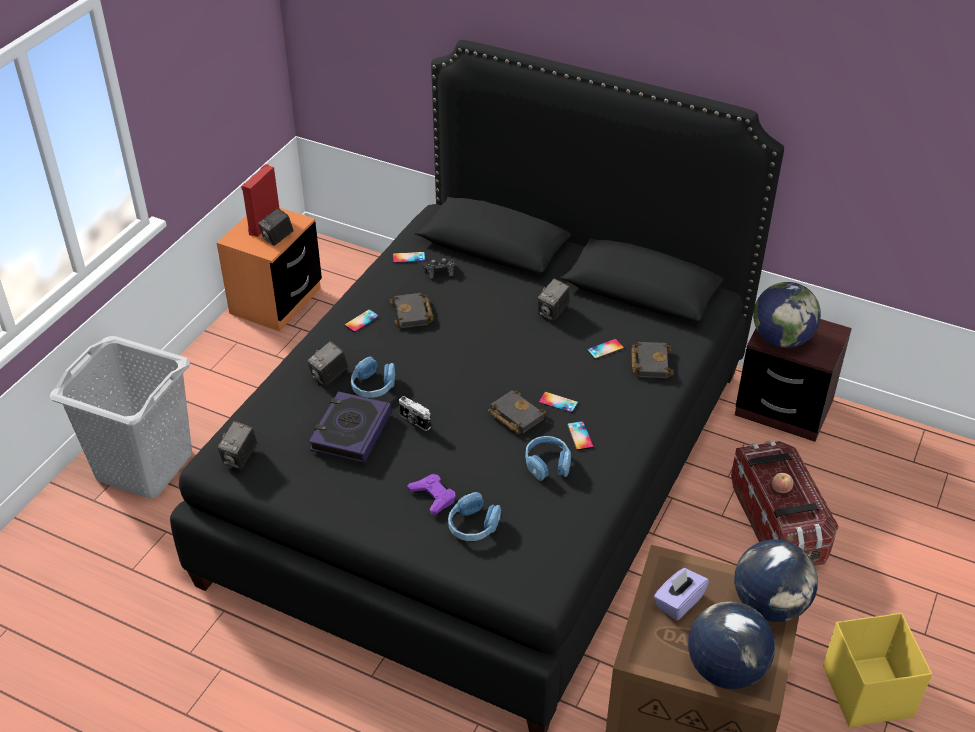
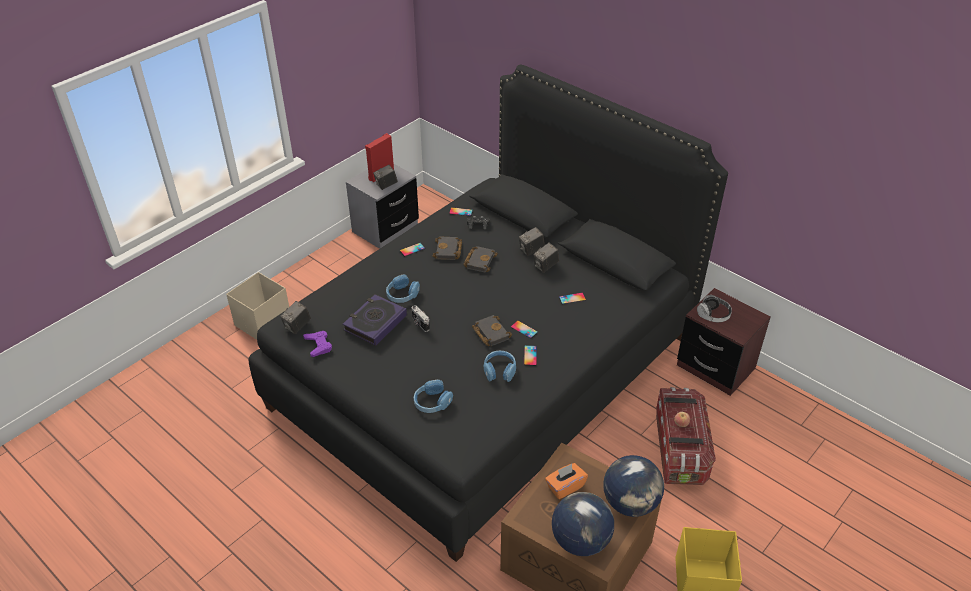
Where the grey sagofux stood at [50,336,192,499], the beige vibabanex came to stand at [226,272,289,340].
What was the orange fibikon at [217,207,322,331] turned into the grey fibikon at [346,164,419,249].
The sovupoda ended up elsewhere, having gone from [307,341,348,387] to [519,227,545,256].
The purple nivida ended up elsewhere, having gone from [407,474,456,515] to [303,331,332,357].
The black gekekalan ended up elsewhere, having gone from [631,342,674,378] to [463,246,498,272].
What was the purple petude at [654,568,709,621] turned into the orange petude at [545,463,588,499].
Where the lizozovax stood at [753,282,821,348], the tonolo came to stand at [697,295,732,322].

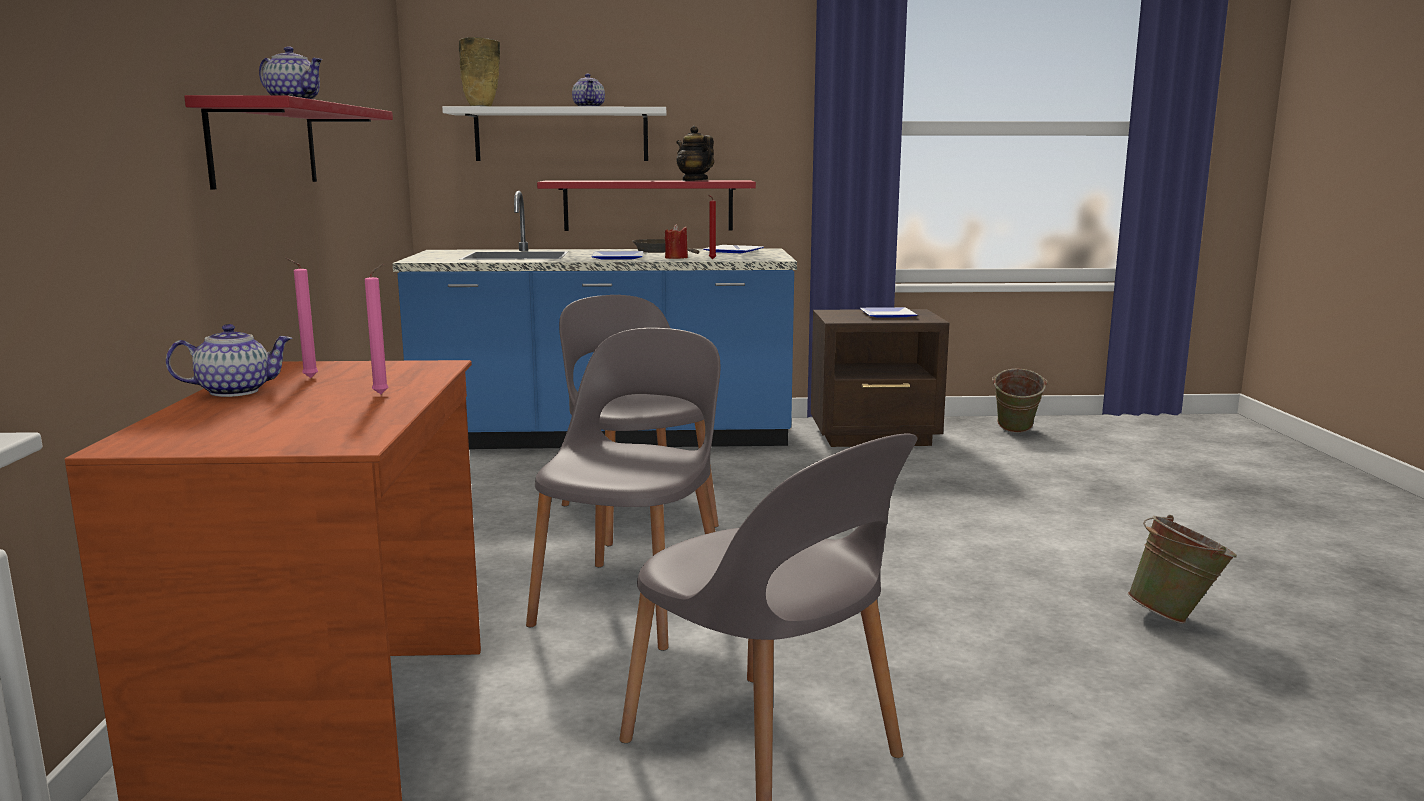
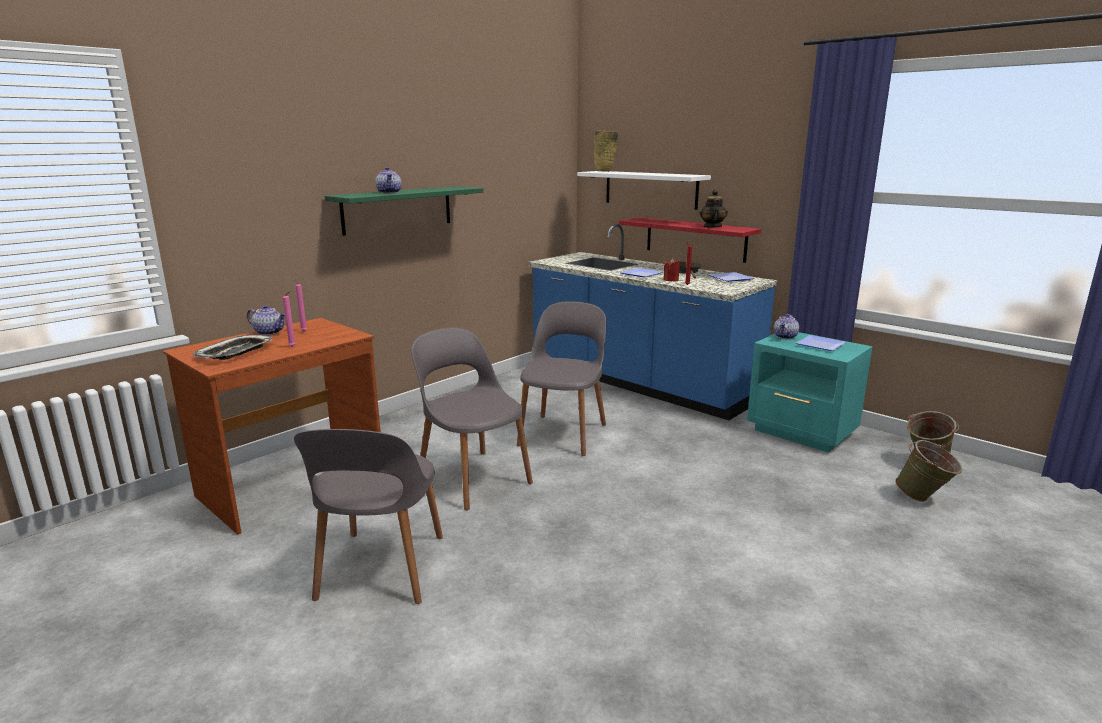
What was the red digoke at [184,95,393,190] turned into the green digoke at [325,186,484,236].
The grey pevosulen at [526,328,721,651] ended up facing another way, 105 degrees counterclockwise from before.
The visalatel ended up elsewhere, having gone from [572,74,605,107] to [774,314,799,339].
What was the brown fibikon at [811,309,949,447] turned into the turquoise fibikon at [747,332,872,453].
The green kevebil ended up elsewhere, having gone from [1127,515,1237,624] to [895,440,962,502].
The second view gained the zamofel at [193,335,273,360].

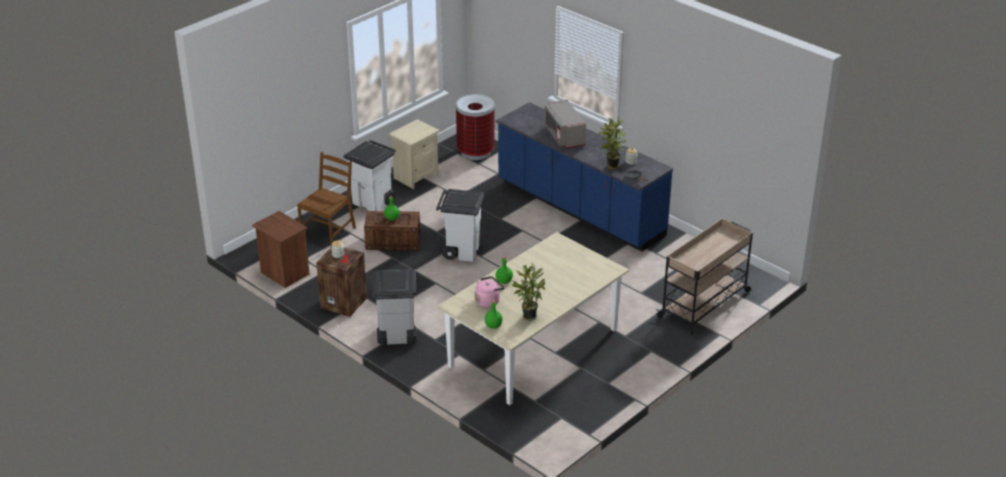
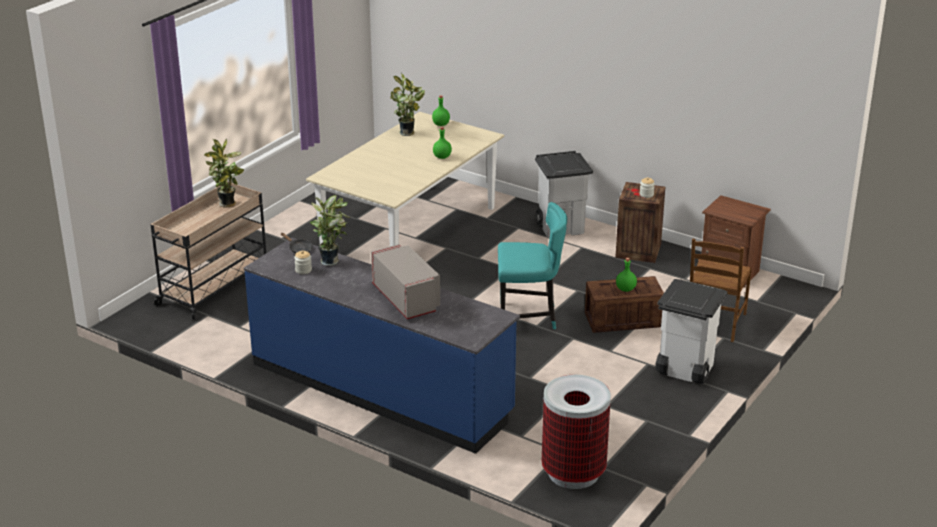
The second view lost the beige fibikon at [388,119,440,189].
Where the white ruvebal stood at [436,189,484,262], the turquoise pevosulen came to stand at [498,202,567,329].
The second view lost the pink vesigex at [475,276,505,308].
The second view gained the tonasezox at [204,139,244,208].

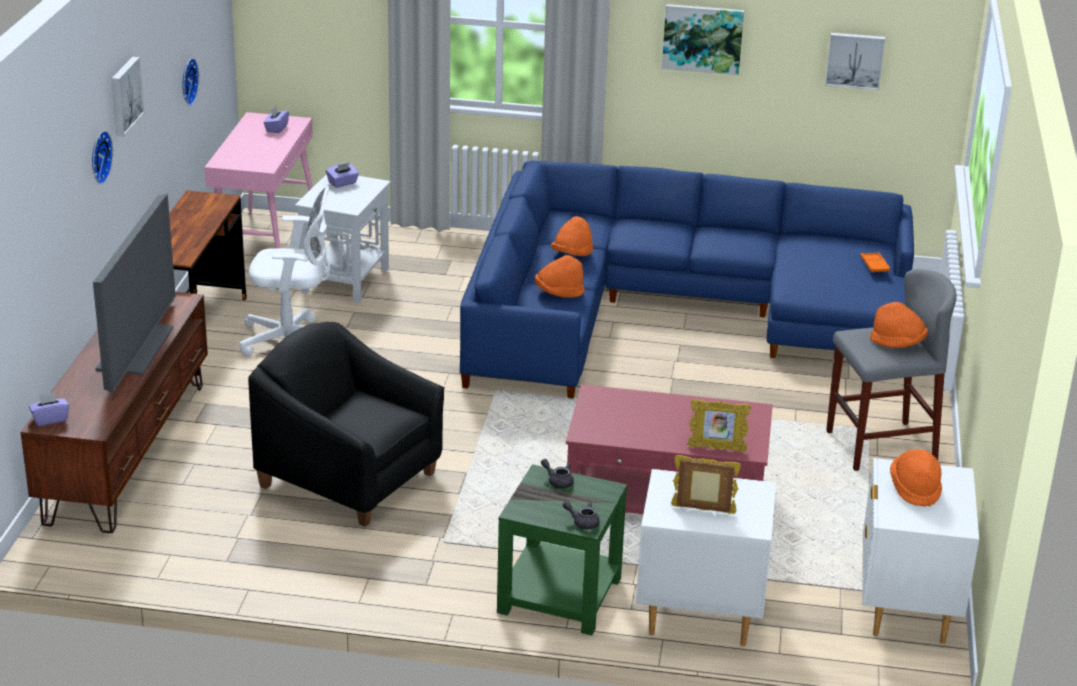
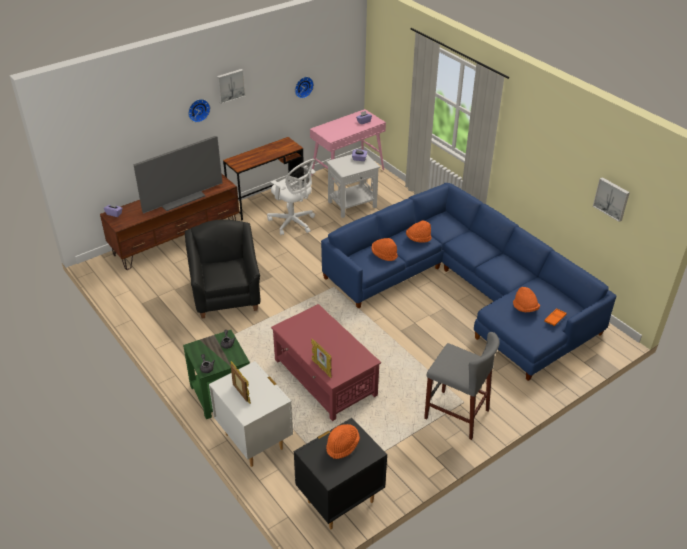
The second view lost the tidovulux at [662,4,744,75].
What was the white fibikon at [862,458,979,644] turned into the black fibikon at [294,418,387,529].
The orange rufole ended up elsewhere, having gone from [870,302,928,348] to [513,287,540,313].

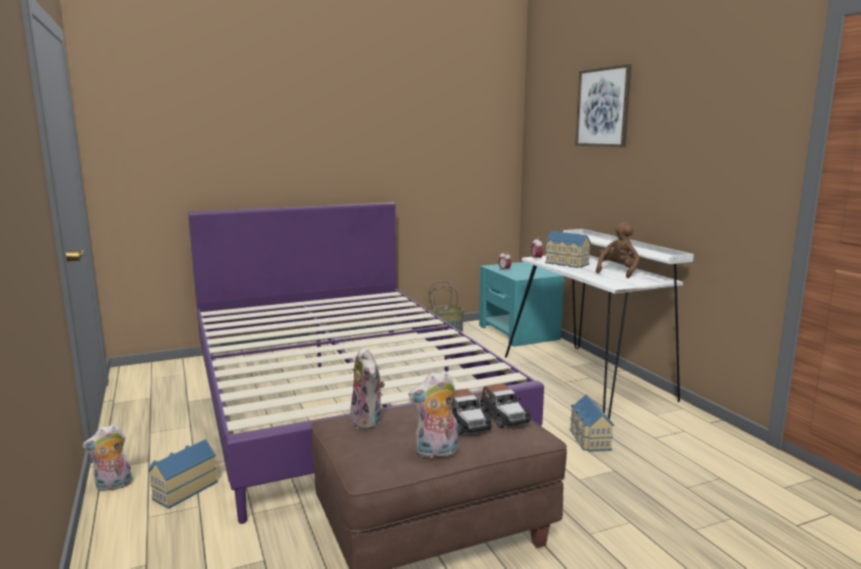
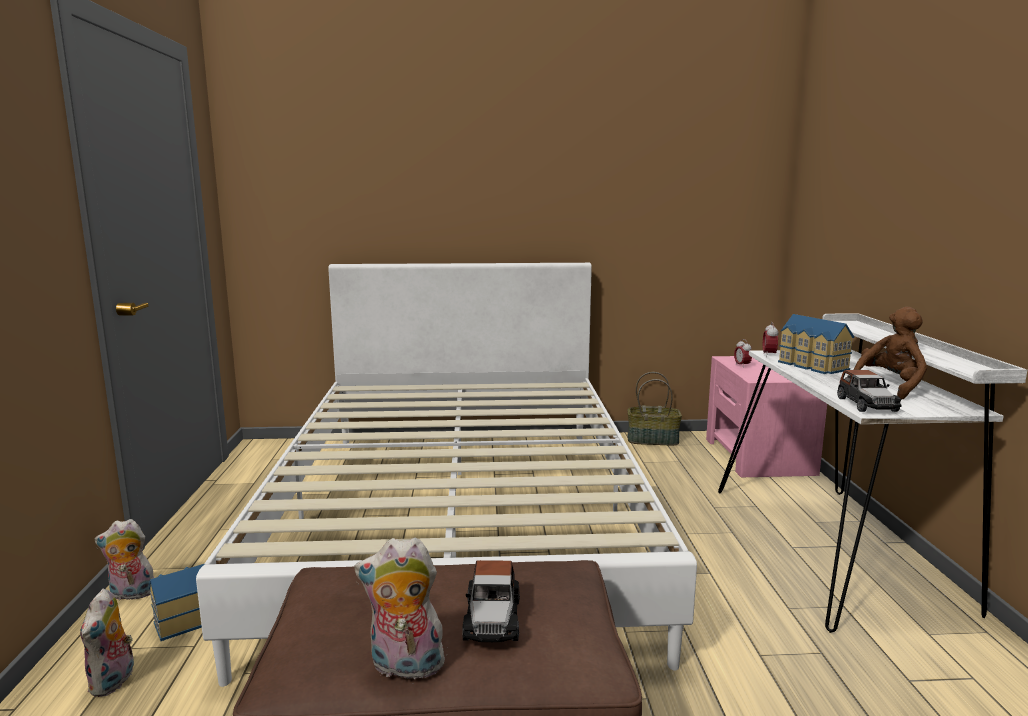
What was the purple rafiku at [188,202,544,524] turned into the white rafiku at [196,263,697,687].
The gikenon ended up elsewhere, having gone from [350,346,385,430] to [80,589,134,697].
What was the turquoise fibikon at [479,262,564,347] turned into the pink fibikon at [706,356,827,477].
The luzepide ended up elsewhere, having gone from [480,383,531,428] to [837,370,901,412].
The second view lost the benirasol at [570,394,614,452].
The second view lost the tidovulux at [575,64,632,147].

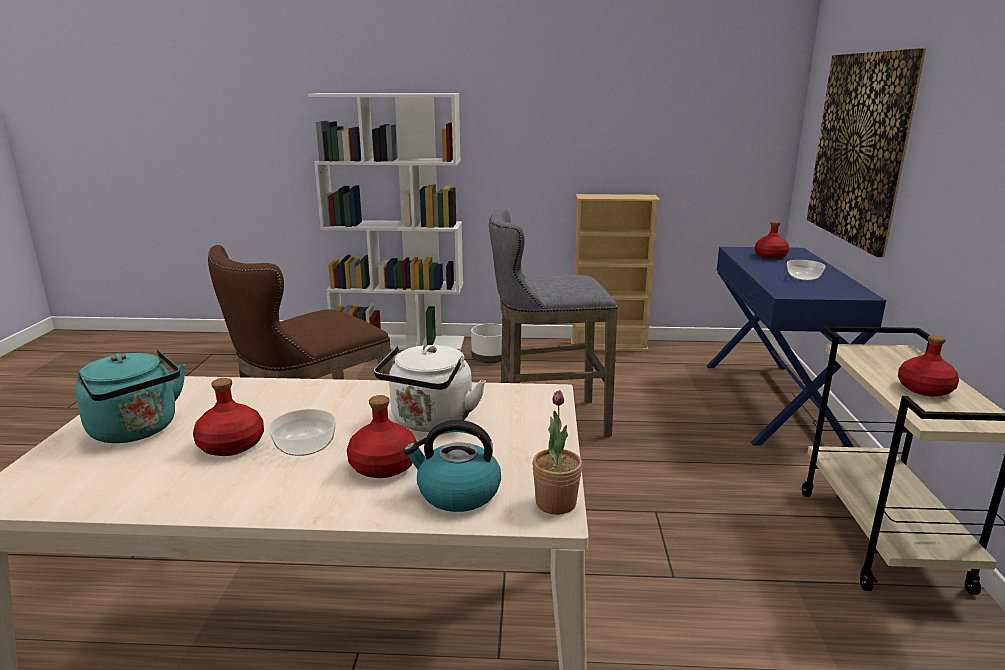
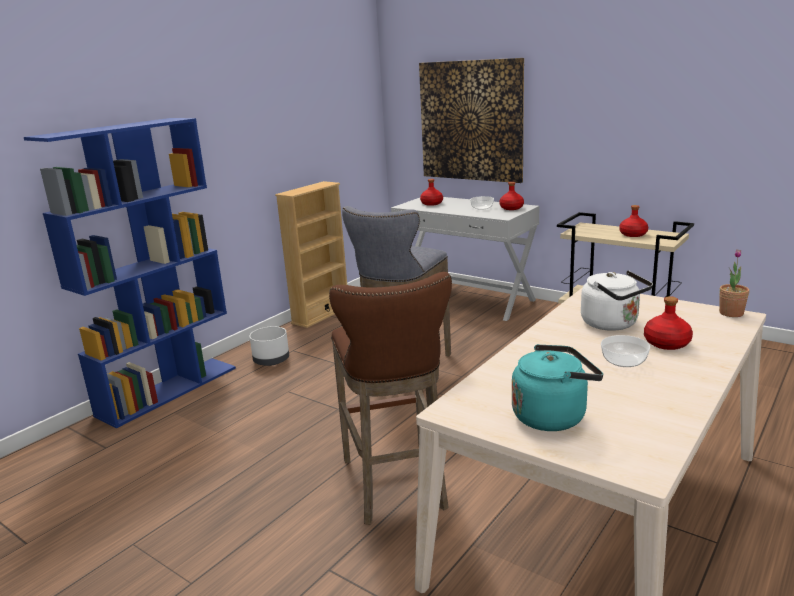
The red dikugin ended up elsewhere, having gone from [193,378,264,456] to [499,182,524,210].
What was the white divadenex at [308,93,464,351] turned into the blue divadenex at [24,118,236,428].
The second view lost the vesigex at [404,420,501,512].
What was the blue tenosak at [707,247,886,447] turned into the white tenosak at [391,197,540,321].

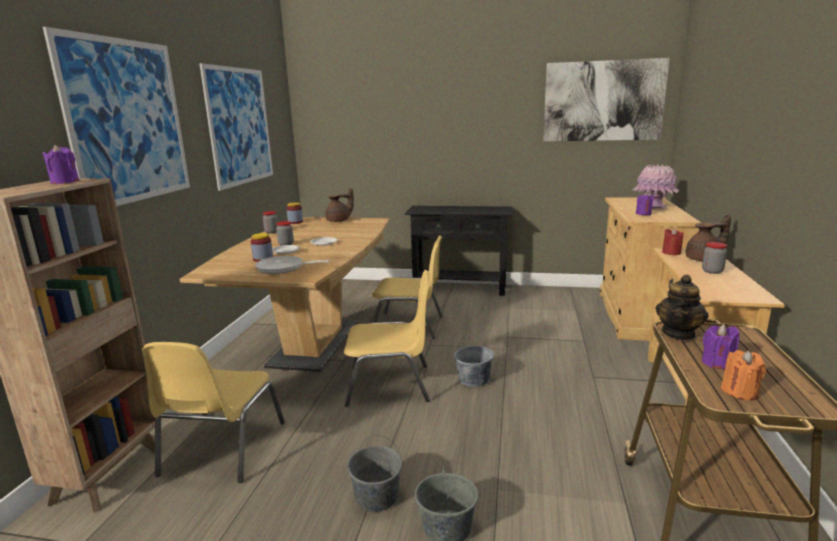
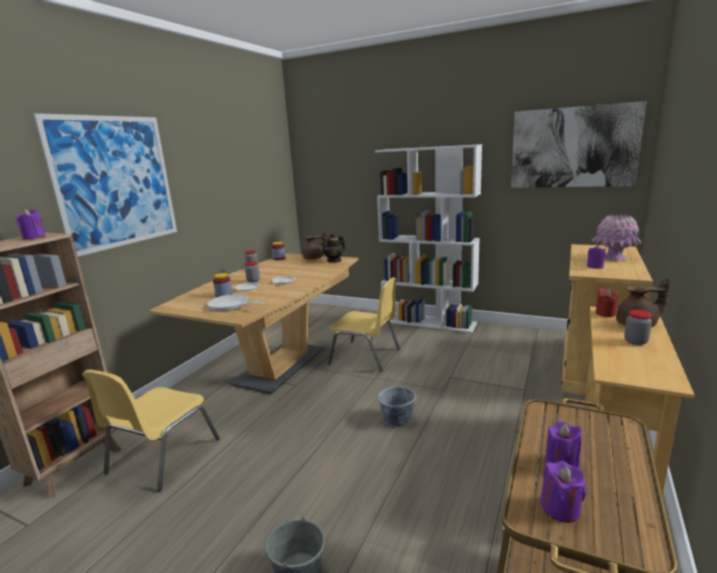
The second view lost the tidovulux at [199,63,273,191].
The second view lost the yellow pevosulen at [344,270,430,407].
The second view lost the grey kevebil at [347,435,402,512].
Where the black tenosak stood at [405,206,513,296], the white divadenex came to stand at [375,144,482,333].
The visalatel ended up elsewhere, having gone from [656,274,709,340] to [321,233,345,263].
What was the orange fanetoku at [721,350,766,400] turned into the purple fanetoku at [541,461,587,523].

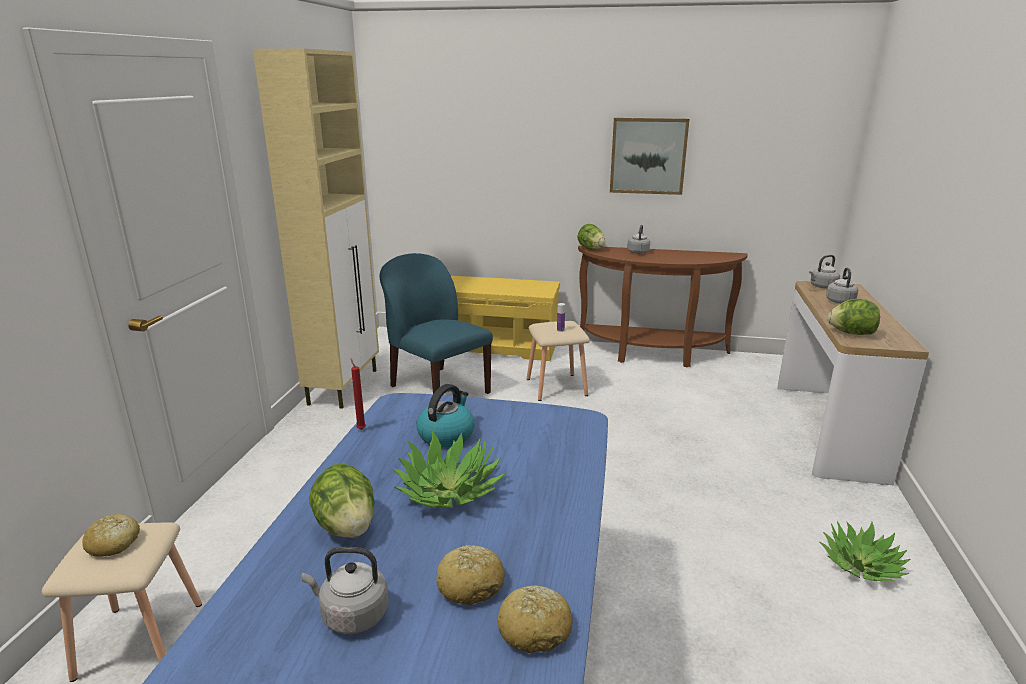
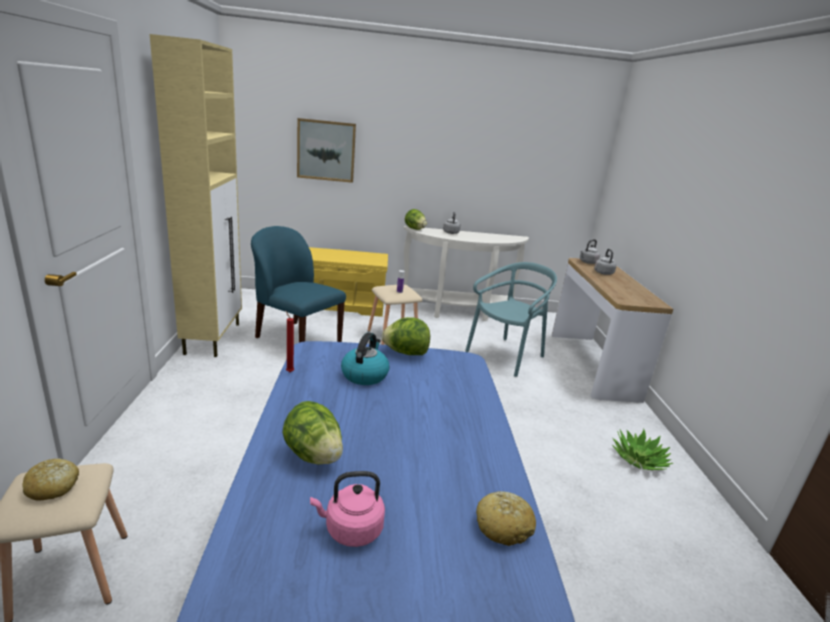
What was the grey vesigex at [302,547,389,634] turned into the pink vesigex at [310,471,385,547].
The second view lost the tonasezox at [392,430,505,508].
The second view lost the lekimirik at [436,545,505,605].
What was the brown tenosak at [578,246,748,368] turned into the white tenosak at [404,226,529,321].
The tidovulux ended up elsewhere, having gone from [610,118,689,195] to [297,118,356,183].
The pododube ended up elsewhere, having gone from [828,299,880,335] to [382,317,430,355].
The second view gained the turquoise pevosulen at [465,262,557,377].

